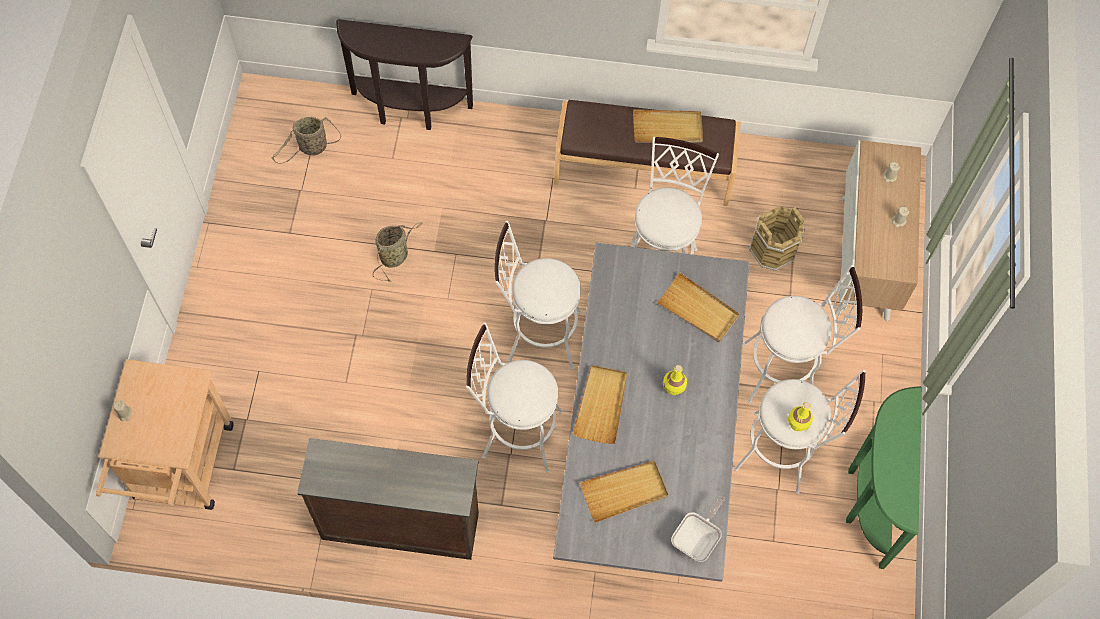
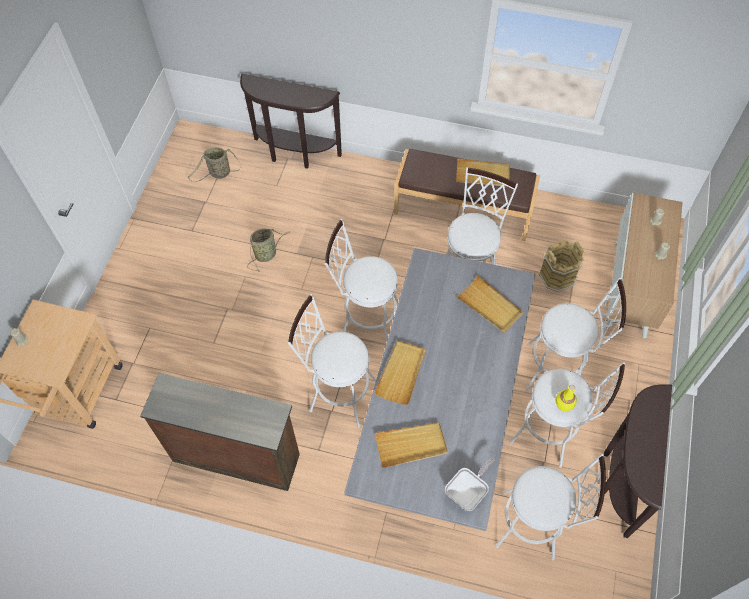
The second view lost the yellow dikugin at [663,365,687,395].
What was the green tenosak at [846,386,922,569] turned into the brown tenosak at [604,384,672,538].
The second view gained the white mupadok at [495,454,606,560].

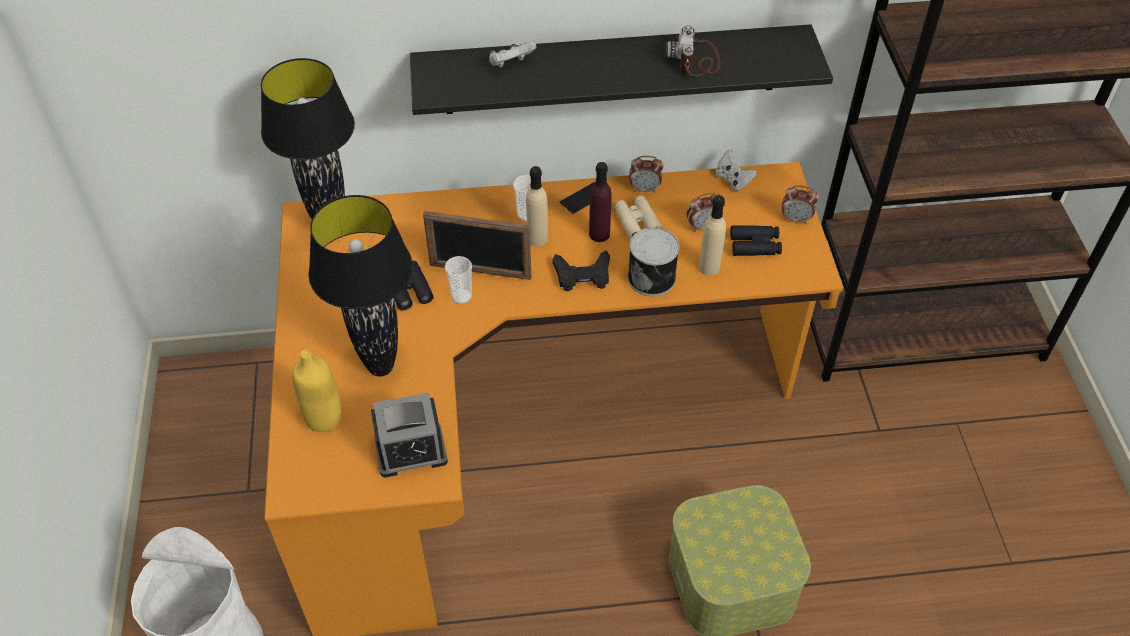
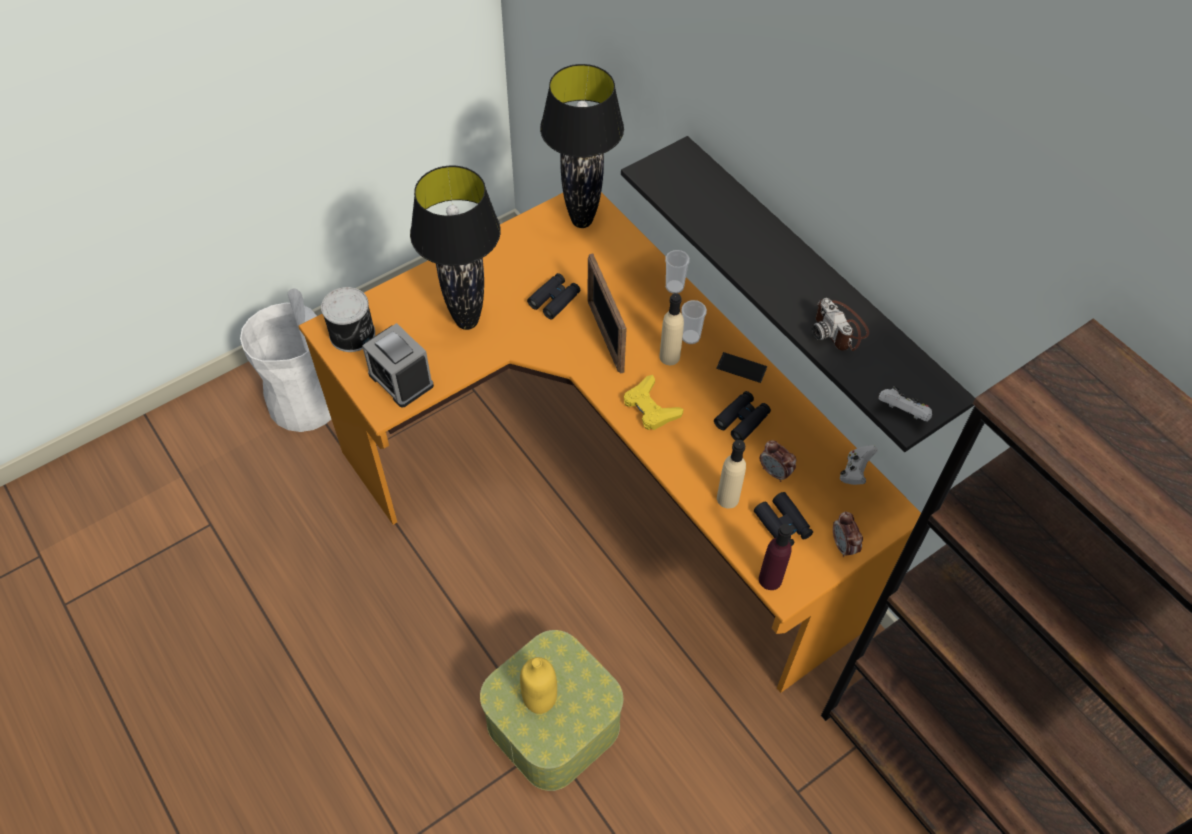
The yellow dikugin ended up elsewhere, having gone from [292,349,342,432] to [520,657,557,714].
The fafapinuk ended up elsewhere, having gone from [445,256,472,304] to [665,250,690,294].
The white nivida ended up elsewhere, having gone from [489,41,537,68] to [878,386,932,422].
What was the black nivida at [552,251,610,291] turned into the yellow nivida at [624,375,684,430].
The purple dikugin ended up elsewhere, having gone from [589,162,612,242] to [759,524,792,590].
What was the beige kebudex at [615,196,663,240] turned into the black kebudex at [714,391,771,441].
The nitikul ended up elsewhere, having gone from [628,227,679,296] to [321,287,375,352].
The second view lost the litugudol at [629,156,664,193].
The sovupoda at [666,25,721,77] ended up facing another way, 90 degrees counterclockwise from before.

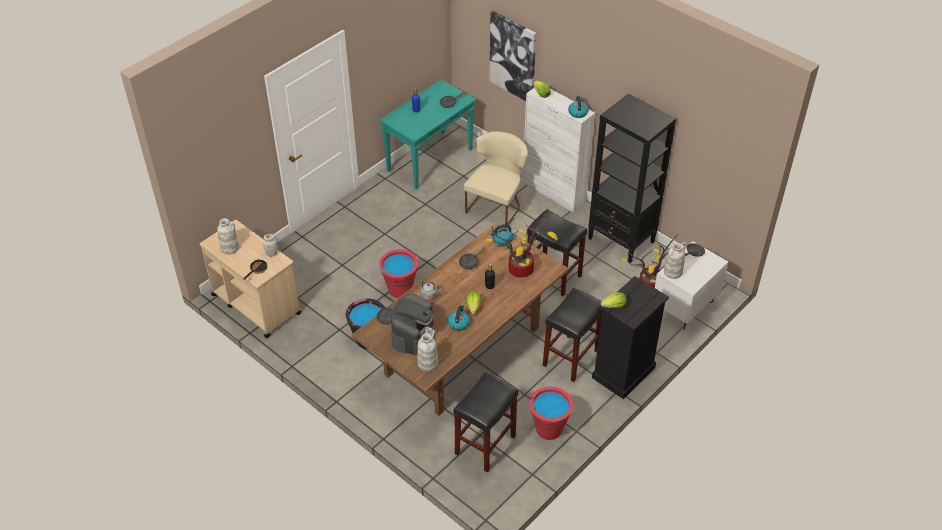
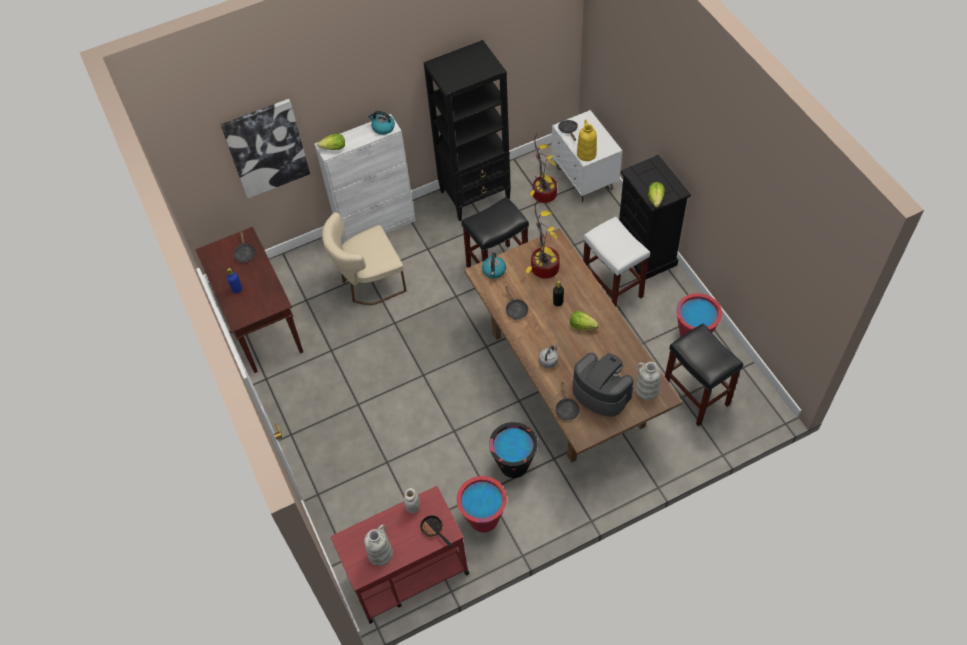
What was the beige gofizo at [200,220,301,338] turned into the red gofizo at [331,486,469,624].
The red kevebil ended up elsewhere, having gone from [379,249,418,298] to [457,476,507,532].
What was the turquoise tenosak at [380,79,476,190] turned into the brown tenosak at [195,227,303,373].
The second view lost the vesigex at [448,305,470,331].
The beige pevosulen at [464,131,528,228] ended up facing another way, 75 degrees counterclockwise from before.
What was the black mupadok at [543,288,602,382] turned into the white mupadok at [583,217,650,307].
What was the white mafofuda at [664,242,687,279] turned into the yellow mafofuda at [577,120,597,161].

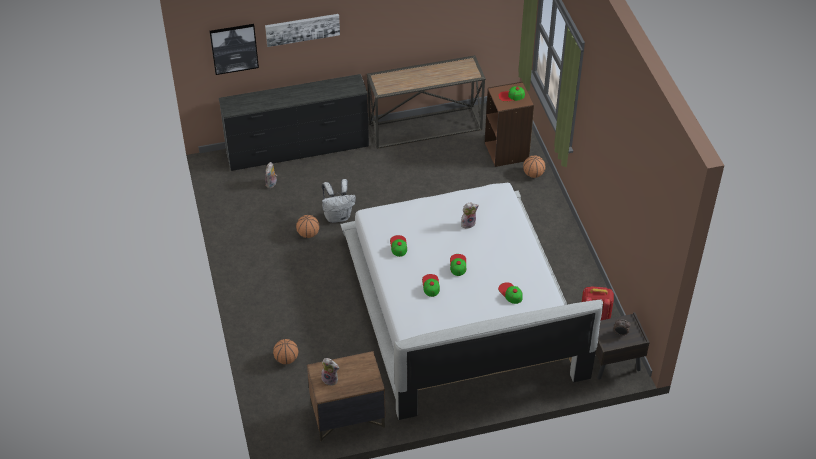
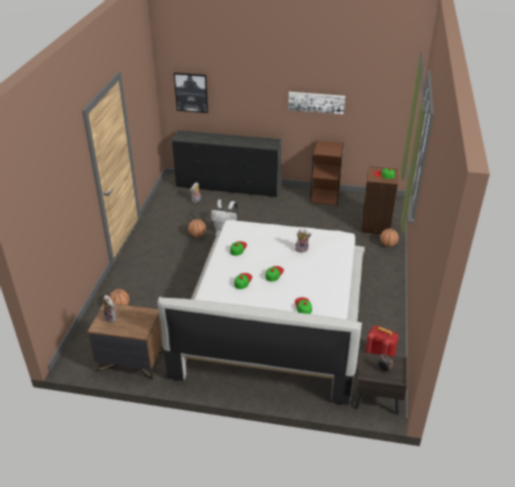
The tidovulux ended up elsewhere, having gone from [265,14,340,47] to [288,92,345,114].
Where the tenosak stood at [367,55,486,149], the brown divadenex came to stand at [310,141,344,205].

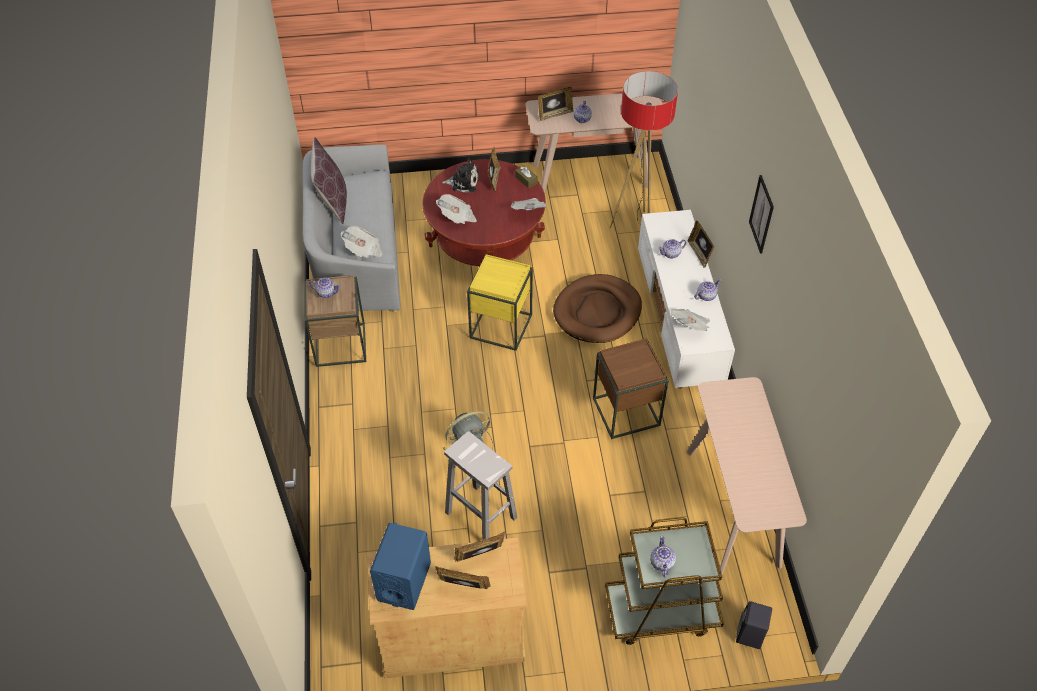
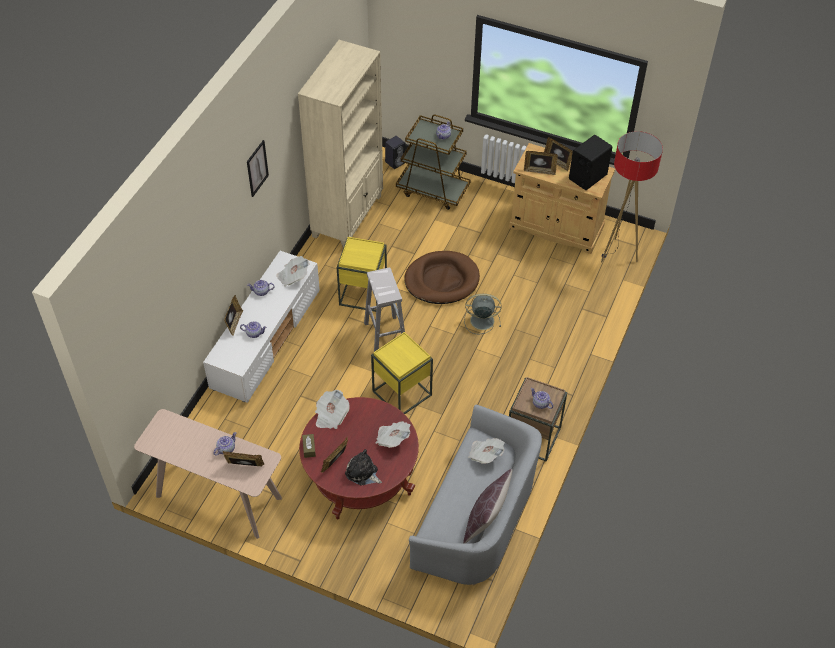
What was the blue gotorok at [370,523,431,610] turned into the black gotorok at [569,135,612,190].
The white mupadok ended up elsewhere, having gone from [444,431,517,540] to [364,267,405,352].
The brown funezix ended up elsewhere, having gone from [553,274,642,343] to [404,251,480,304].
What was the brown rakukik at [593,338,669,439] turned into the yellow rakukik at [337,237,387,312].
The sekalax ended up elsewhere, having gone from [610,71,678,228] to [601,131,663,263].
Where the beige tenosak stood at [687,377,807,575], the beige divadenex came to stand at [298,40,383,247].

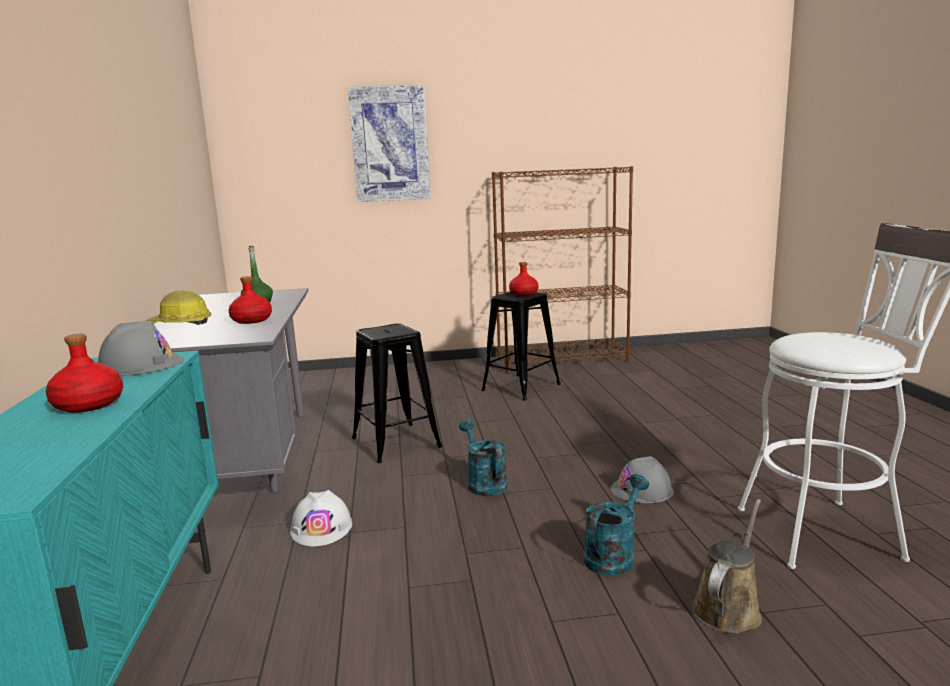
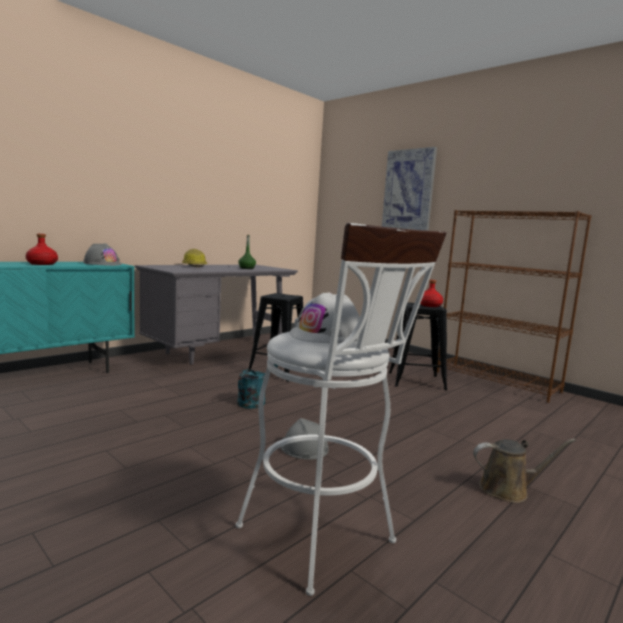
The second view lost the red dikugin at [228,276,272,324].
The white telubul ended up elsewhere, having gone from [290,490,352,546] to [289,292,360,343].
The second view lost the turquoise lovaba at [584,474,649,576].
The brown lovaba ended up elsewhere, having gone from [692,499,762,634] to [473,438,576,503].

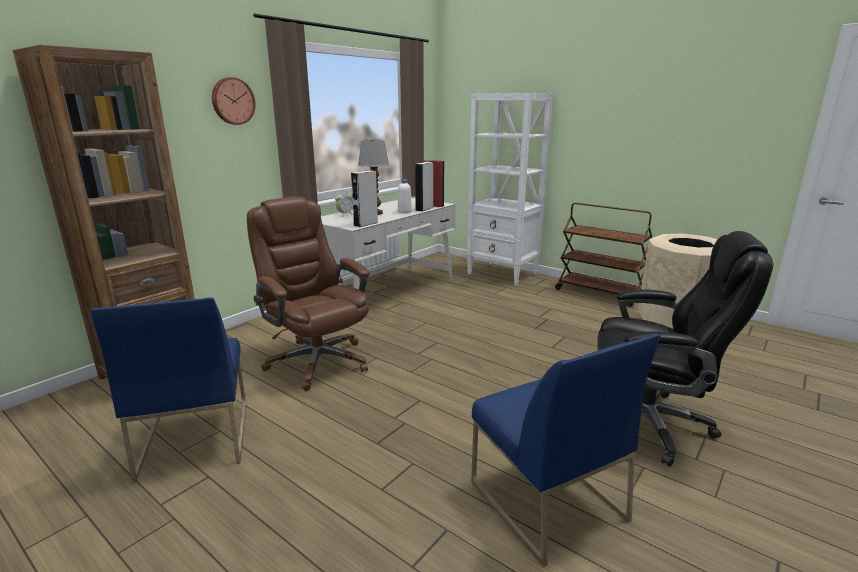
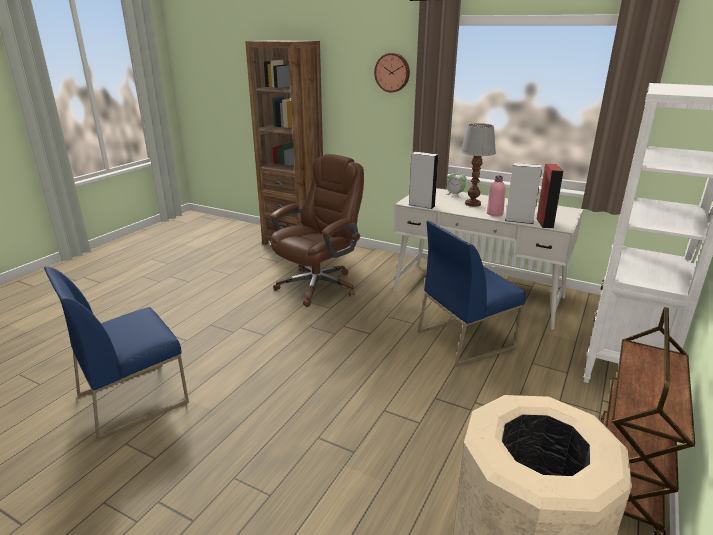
The blue pevosulen ended up elsewhere, having gone from [91,297,246,482] to [418,221,526,367].
What was the white dikugin at [398,178,412,213] turned into the pink dikugin at [487,176,506,216].
The second view lost the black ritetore at [597,231,773,467].

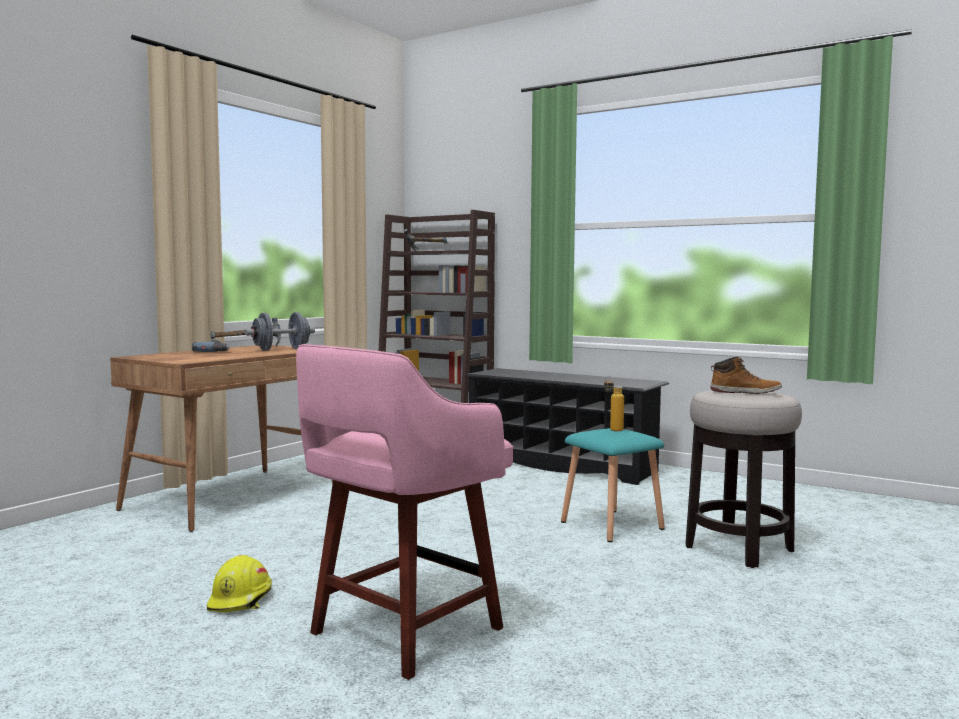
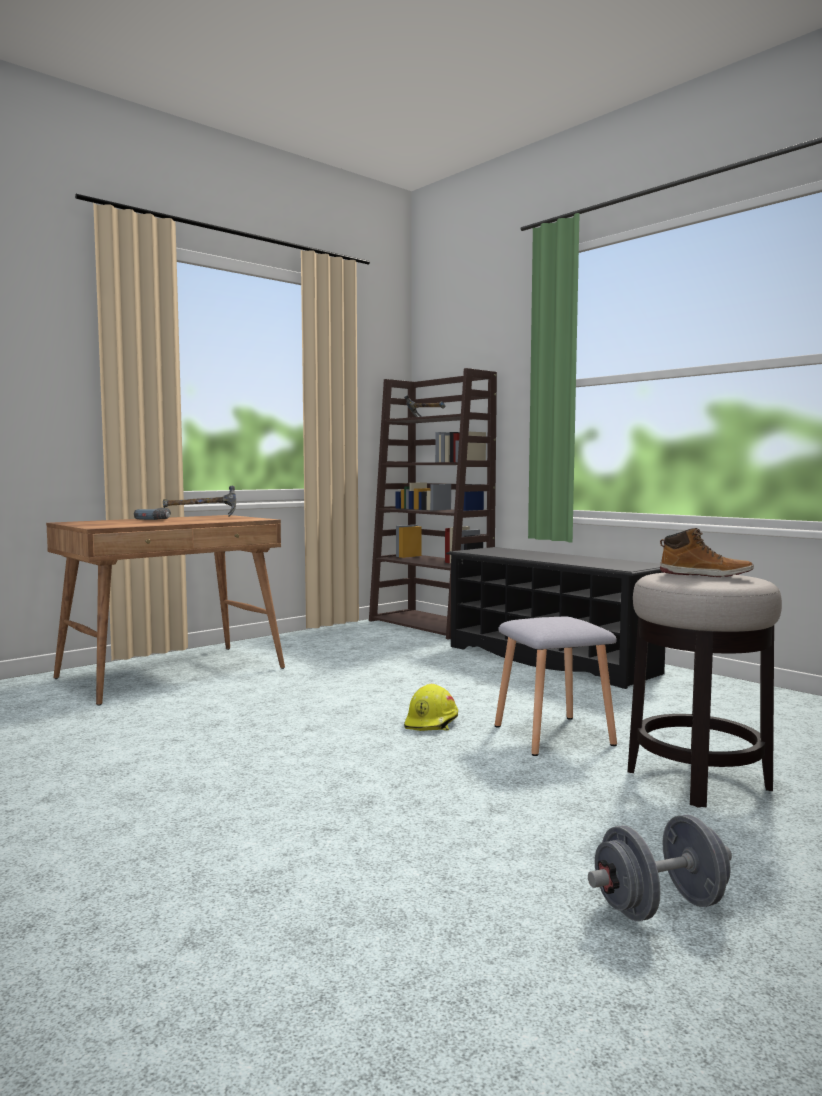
The yellow telubul ended up elsewhere, having gone from [207,555,272,613] to [404,684,458,731].
The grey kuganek ended up elsewhere, having gone from [245,312,315,351] to [588,815,732,921].
The second view lost the pink mupadok at [296,344,513,680].
What was the turquoise mupadok at [561,428,665,542] turned into the grey mupadok at [495,617,617,756].
The second view lost the dikugin at [604,376,624,431].

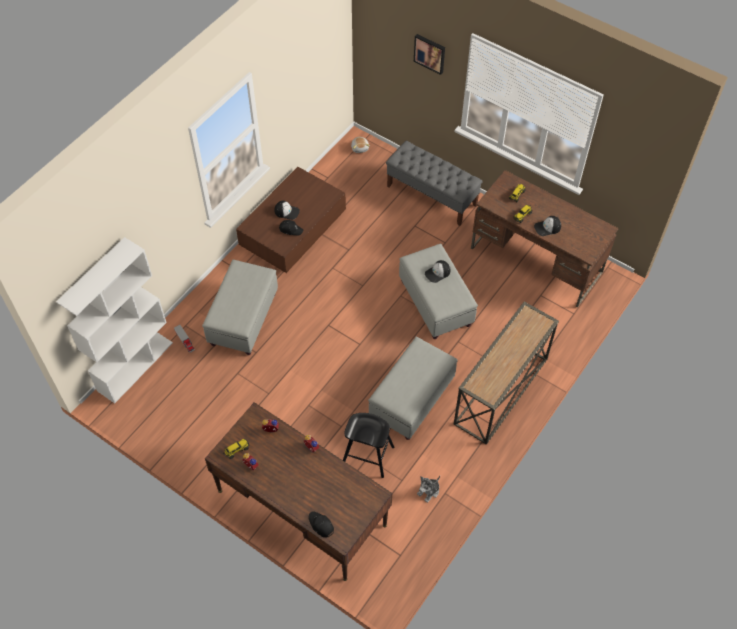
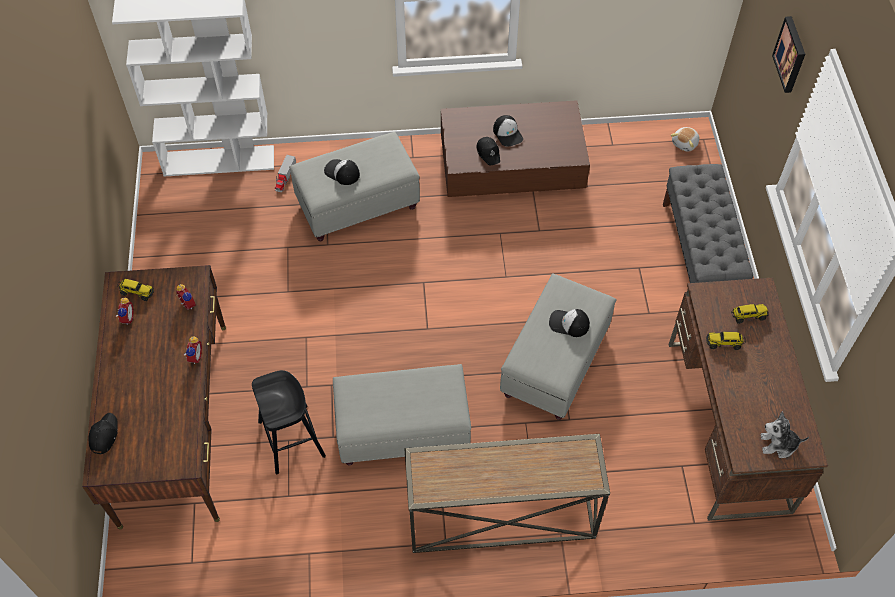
The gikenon ended up elsewhere, having gone from [417,476,440,503] to [760,411,809,458].
The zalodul ended up elsewhere, having gone from [534,216,561,236] to [324,159,360,185].

